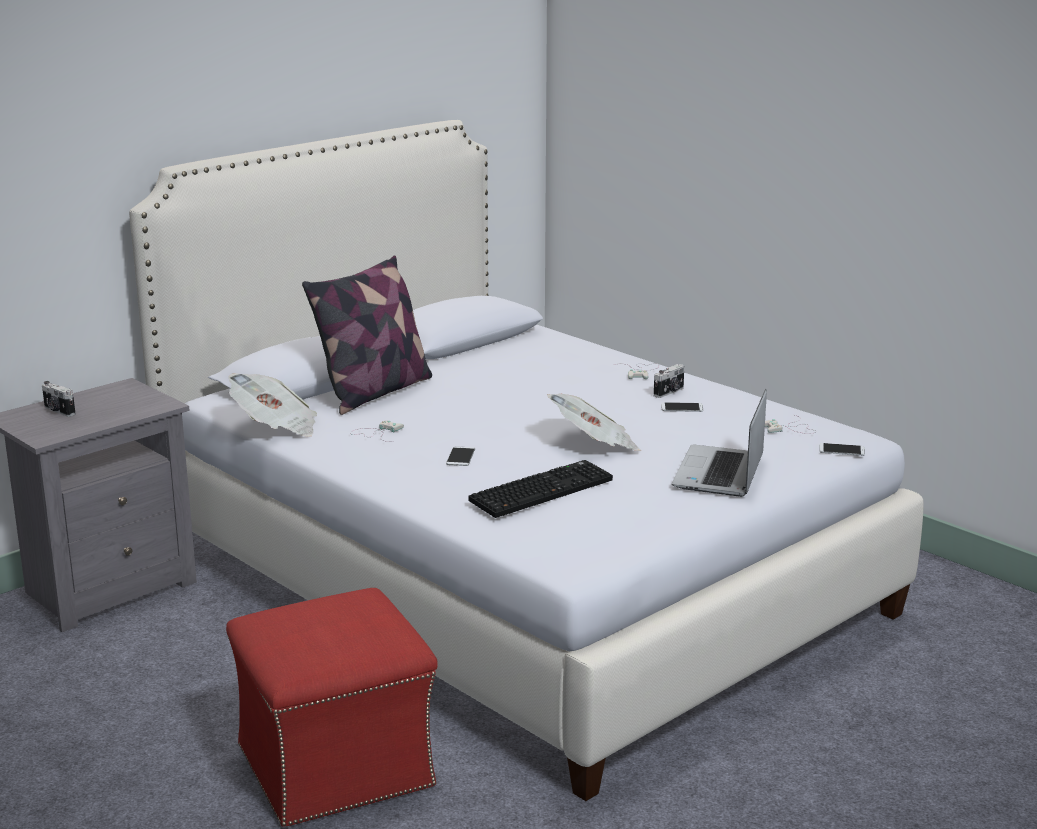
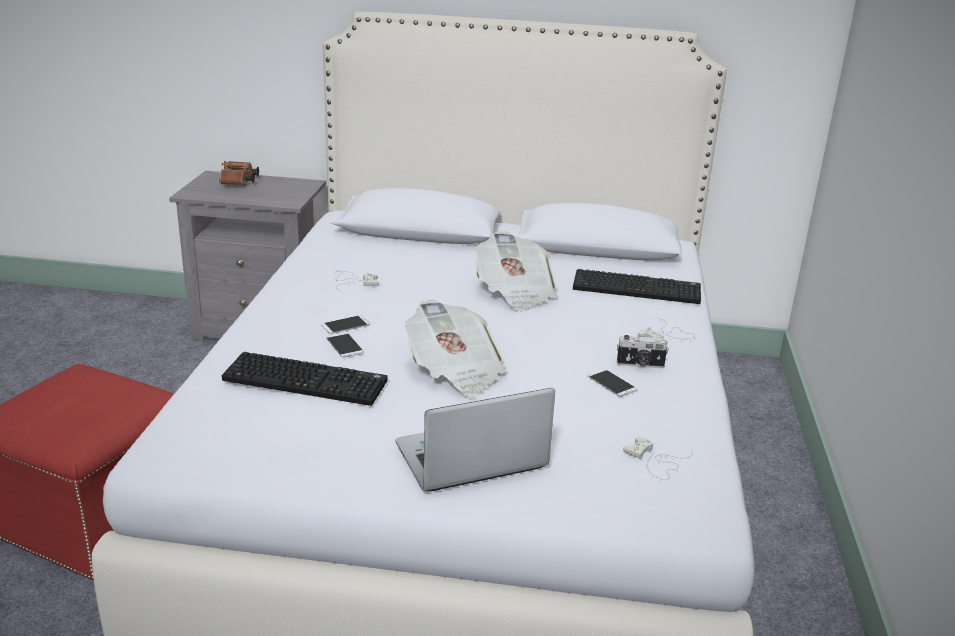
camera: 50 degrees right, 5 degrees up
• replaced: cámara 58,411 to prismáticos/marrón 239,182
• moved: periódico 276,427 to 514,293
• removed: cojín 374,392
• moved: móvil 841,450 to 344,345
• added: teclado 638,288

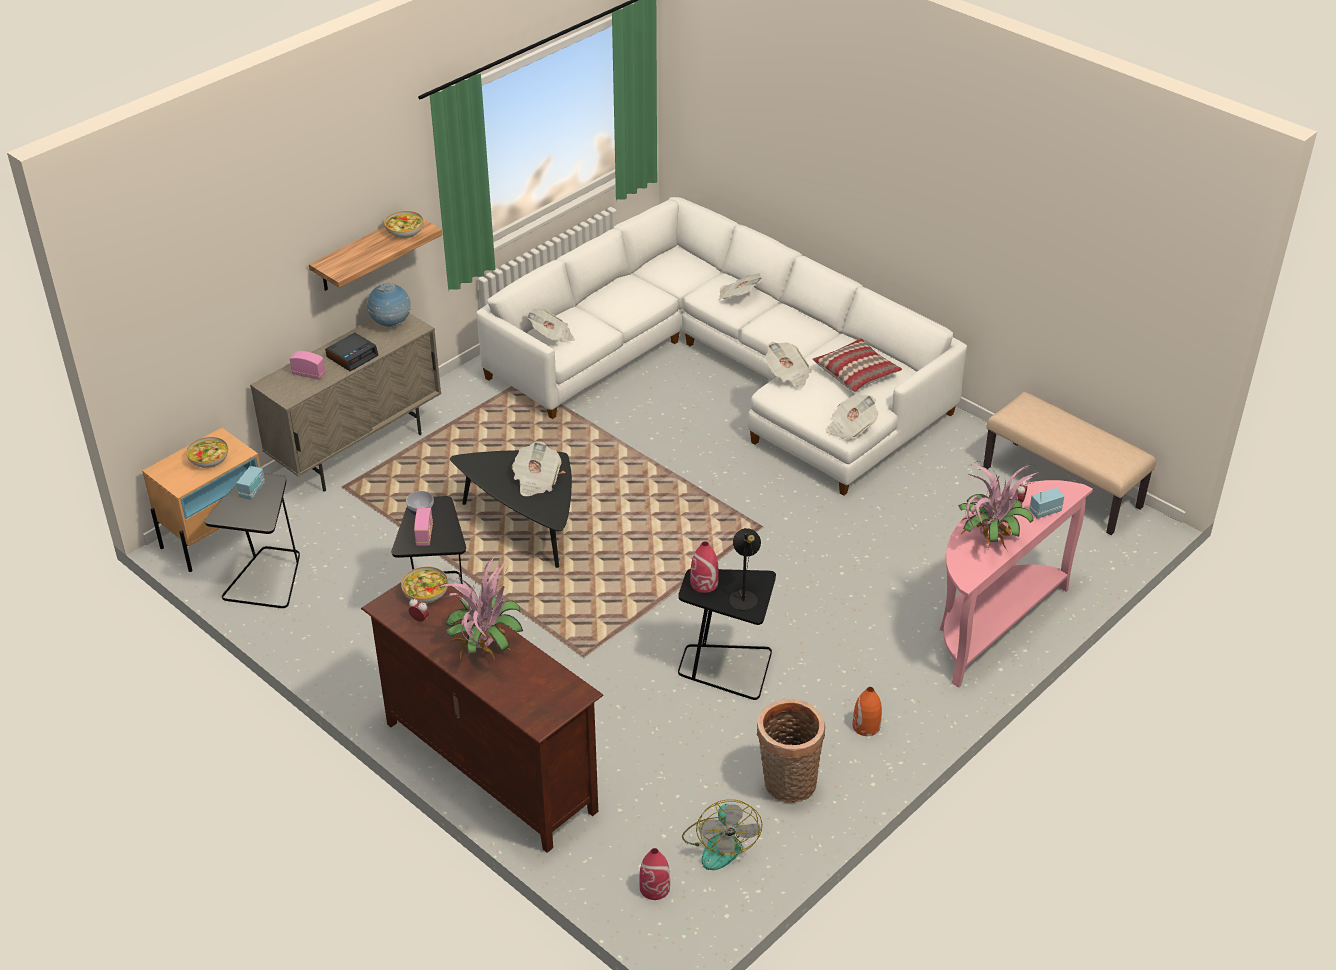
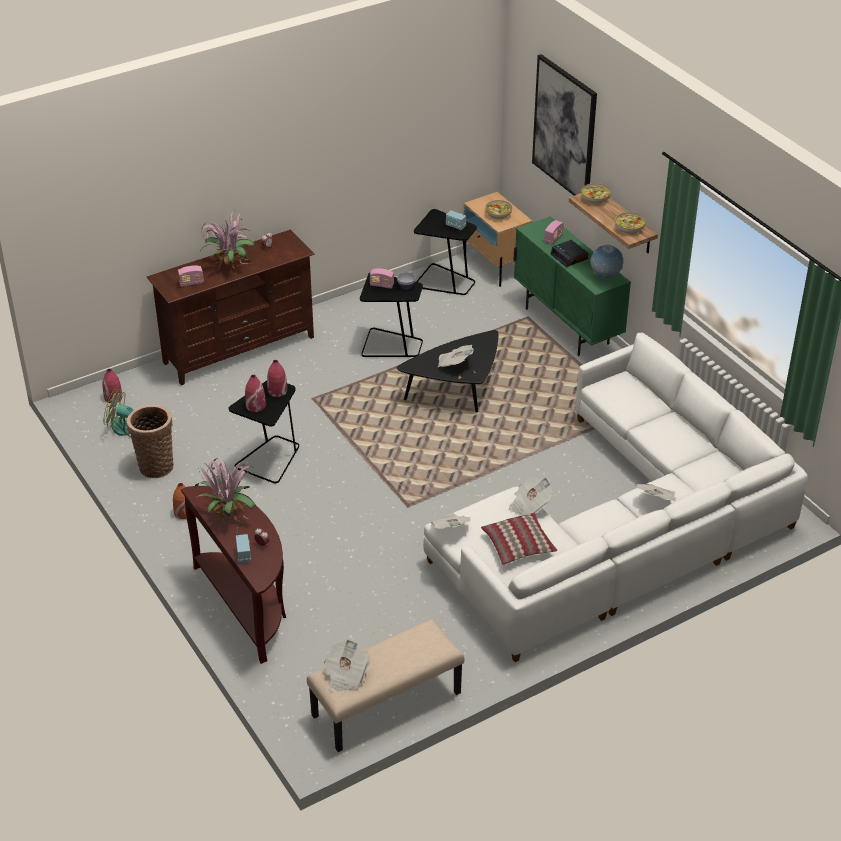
camera: 105 degrees right, 0 degrees up
• recoloured: armario/beis 358,451 to armario/verde 567,326
• moved: cuenco 425,593 to 595,198
• moved: periódico 551,336 to 345,675
• replaced: lámpara de mesa/negro 744,596 to florero/rojo 255,405
• recoloured: mesa consola/rosa 992,623 to mesa consola/marrón 246,606
• added: radio 191,283
• added: cuadro 565,128

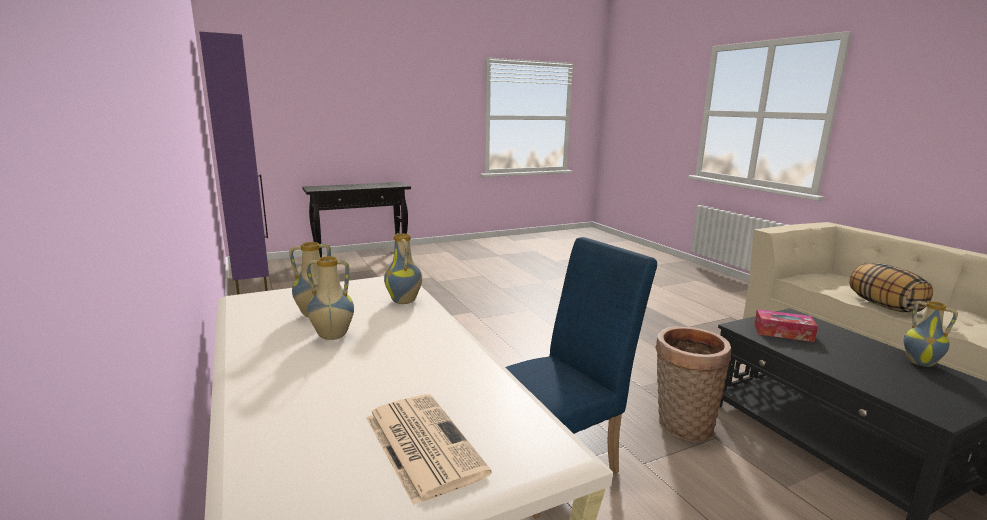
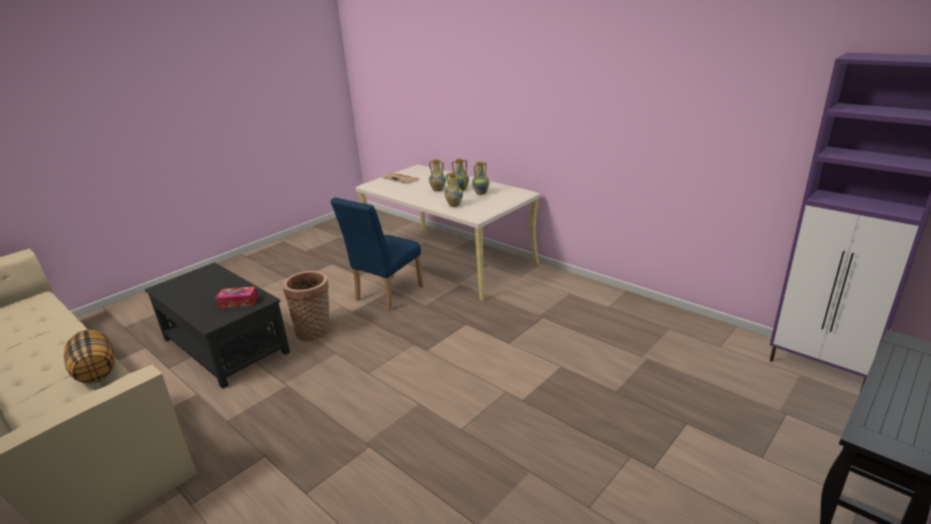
camera: 160 degrees right, 10 degrees up
• moved: florero 920,363 to 437,190

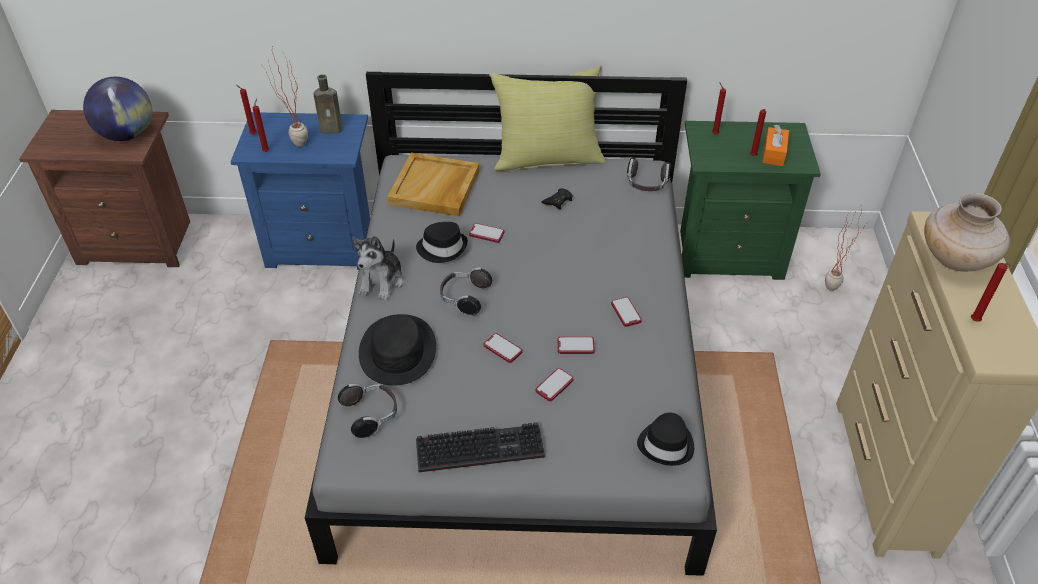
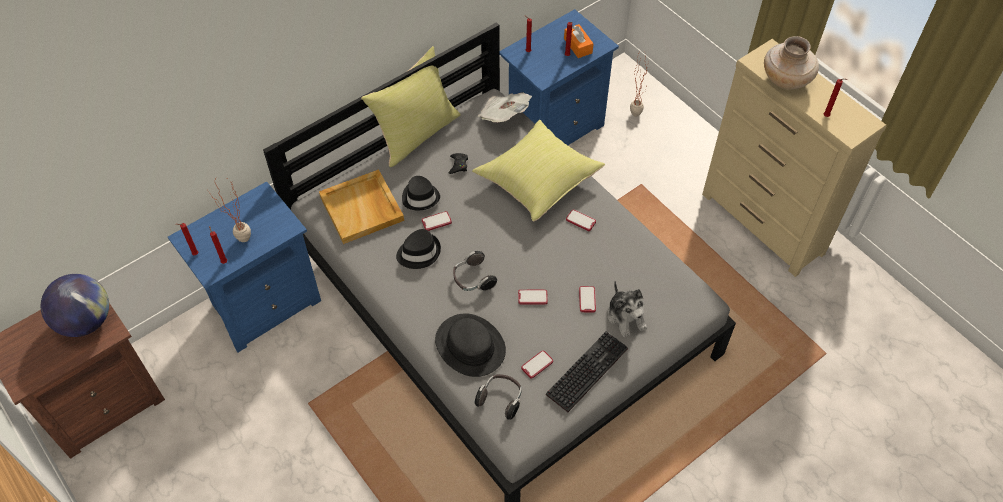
camera: 40 degrees left, 10 degrees up
• removed: botella/marrón 333,129
• moved: peluche 382,281 to 626,317
• moved: móvil 575,346 to 537,365
• replaced: auriculares 646,185 to periódico 504,116
• moved: sombrero/negro 667,444 to 420,197
• recoloured: mesita de noche/verde 728,254 to mesita de noche/azul 553,128
• added: cojín/amarillo 538,180

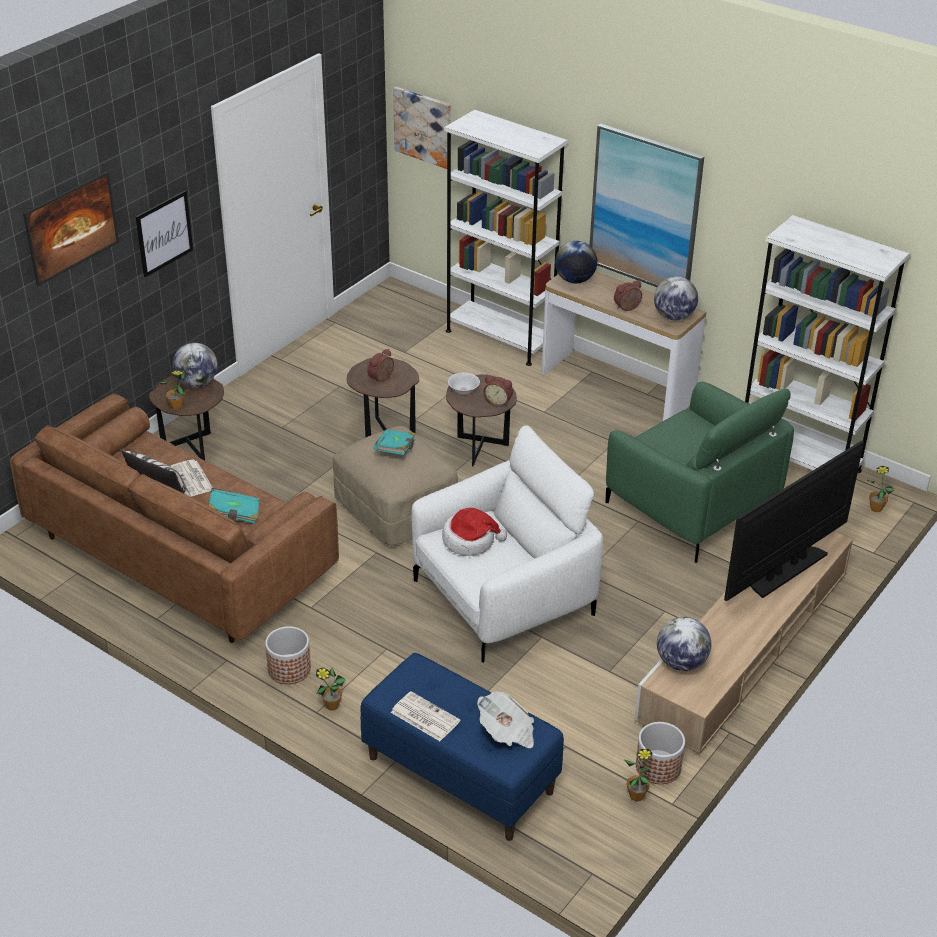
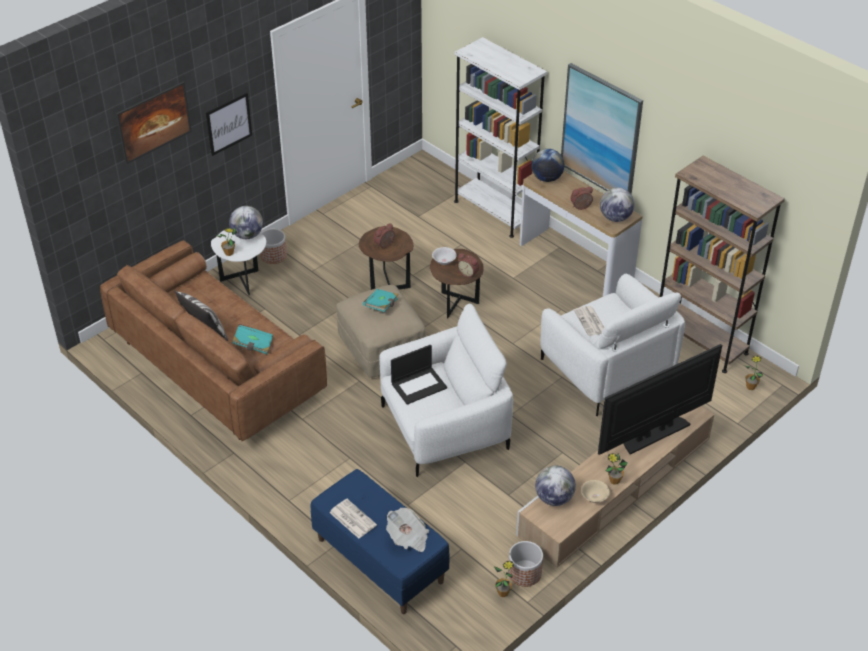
camera: 10 degrees right, 5 degrees up
• recoloured: mesa auxiliar/marrón 194,450 to mesa auxiliar/blanco 243,283
• moved: periódico 193,479 to 590,321
• moved: maceta 289,669 to 273,255
• moved: planta en maceta 332,706 to 614,481
• removed: cuadro 423,127
• replaced: sombrero 470,540 to portátil 419,385
• recoloured: sillón/verde 691,505 to sillón/blanco 606,368
• recoloured: estantería/blanco 798,461 to estantería/marrón 700,341
• added: cuenco/beis 594,497

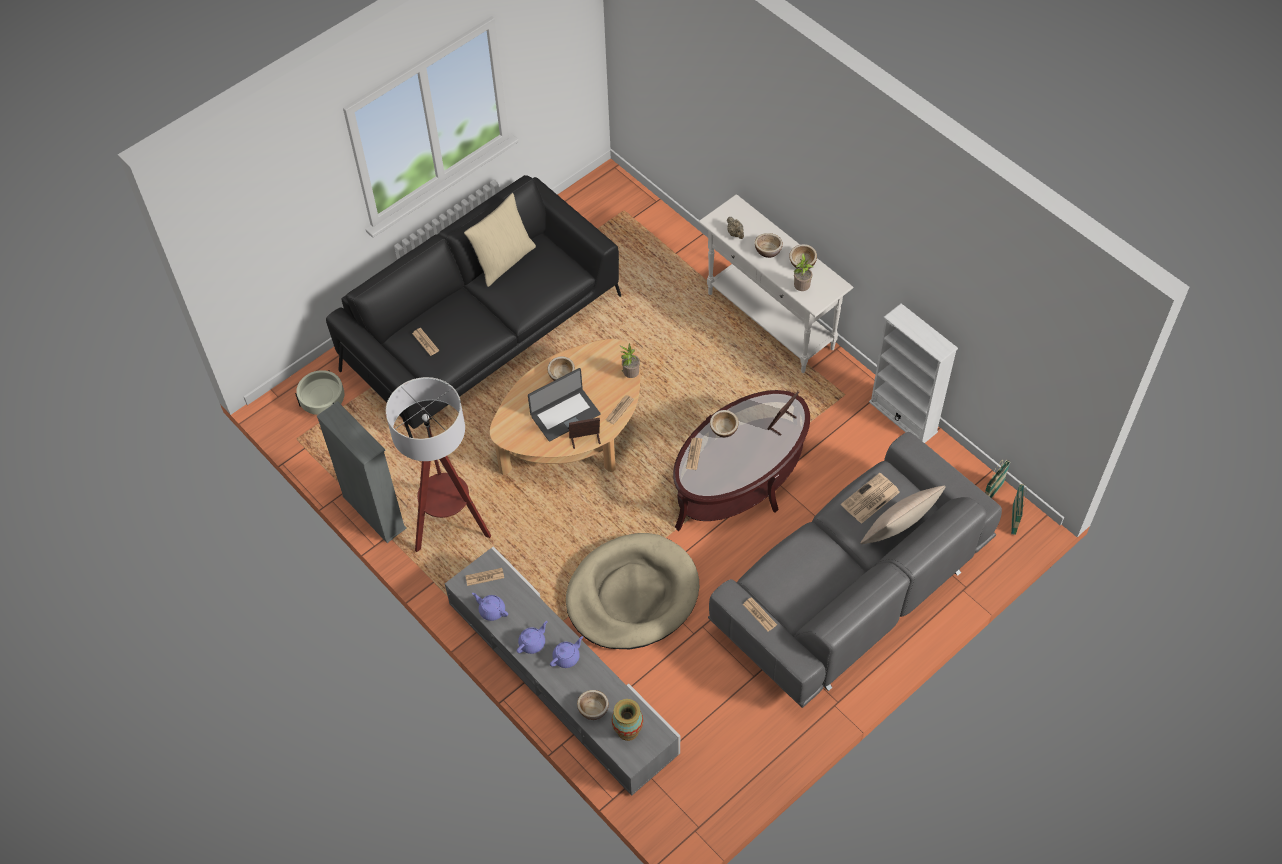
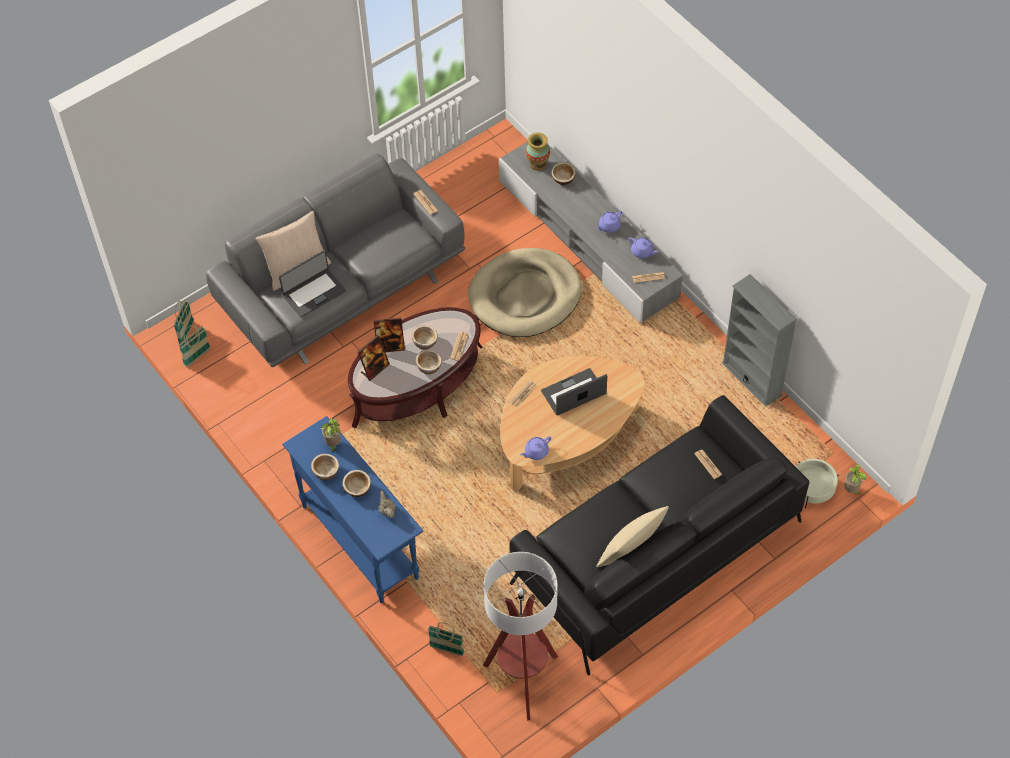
camera: 175 degrees left, 0 degrees up
• moved: lámpara de pie 450,526 to 522,679
• moved: cuenco 562,375 to 425,342
• moved: tetera/morado 567,657 to 536,452
• moved: portarretratos 585,440 to 390,346
• moved: planta en maceta 630,375 to 851,490
• recoloured: mesa consola/blanco 770,321 to mesa consola/azul 360,541
• replaced: periódico 870,499 to portátil 314,293
• removed: estantería/blanco 903,417
• added: cesta 447,649

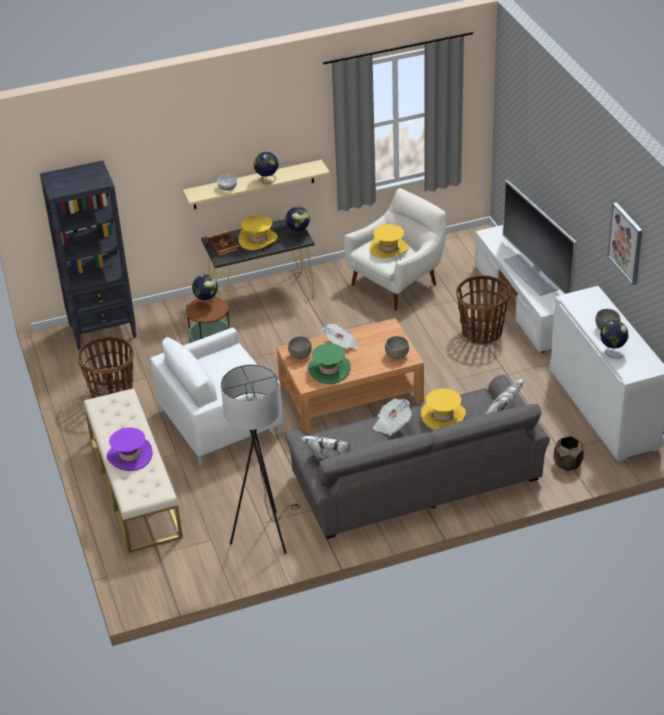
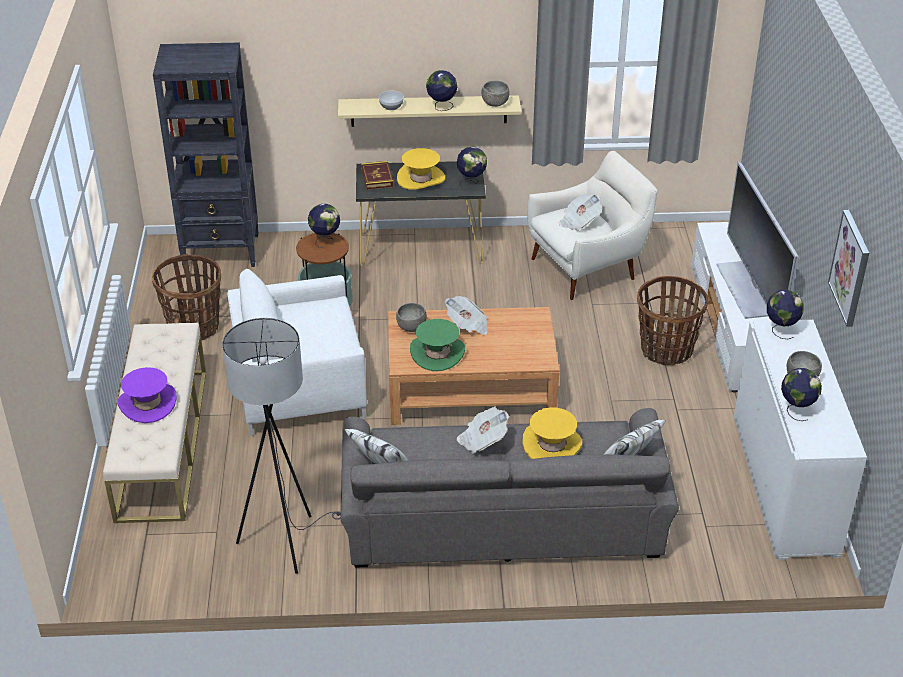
camera: 15 degrees right, 0 degrees up
• replaced: sombrero/amarillo 389,248 to periódico 579,221
• moved: cuenco/gris 396,355 to 494,104
• removed: maceta/marrón 567,464
• added: globo terráqueo 780,330

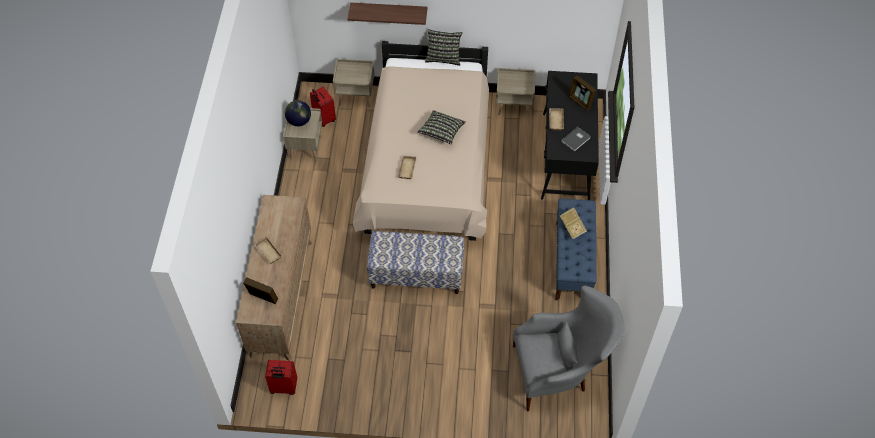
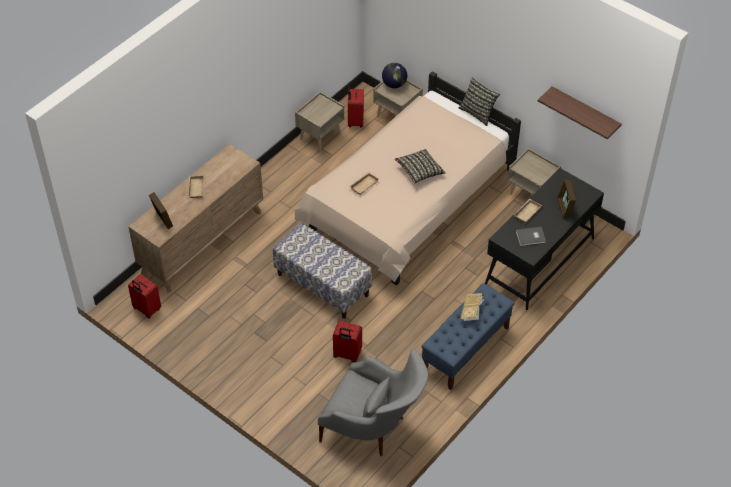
camera: 35 degrees right, 5 degrees down
• moved: globo terráqueo 299,121 to 394,84
• moved: estante 389,12 to 585,112
• added: maleta/rojo 347,354

